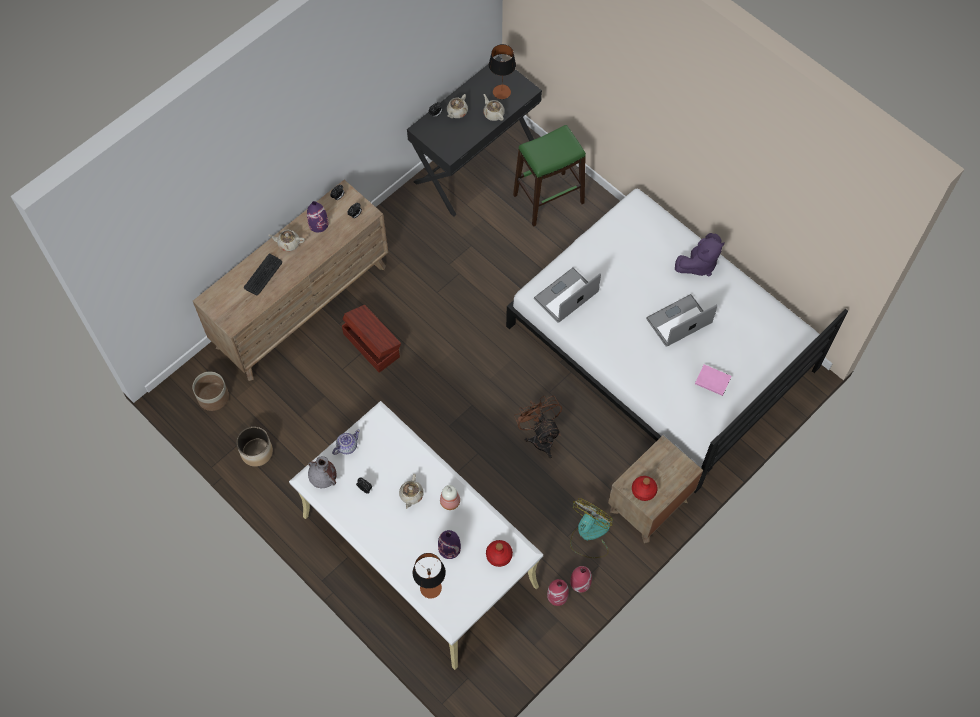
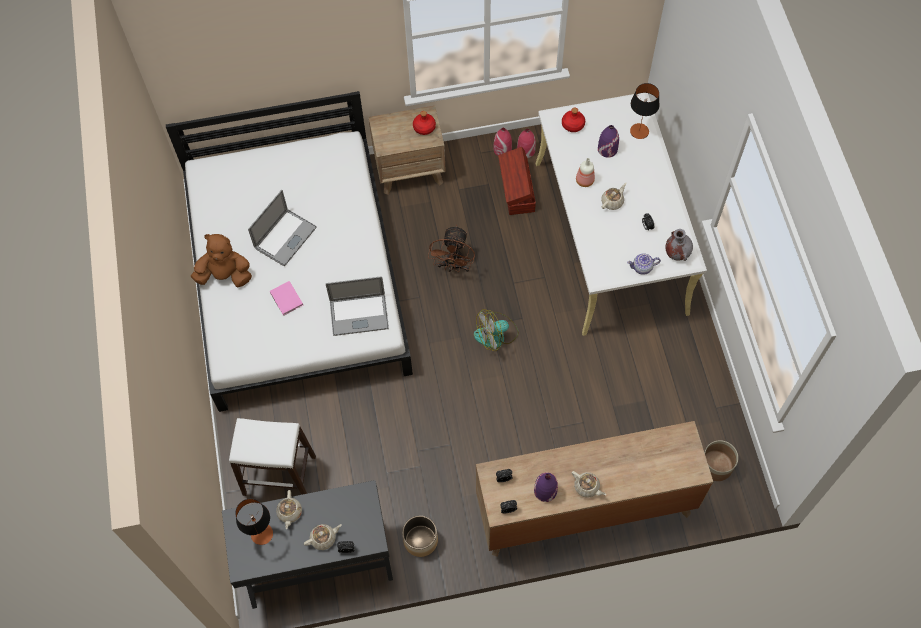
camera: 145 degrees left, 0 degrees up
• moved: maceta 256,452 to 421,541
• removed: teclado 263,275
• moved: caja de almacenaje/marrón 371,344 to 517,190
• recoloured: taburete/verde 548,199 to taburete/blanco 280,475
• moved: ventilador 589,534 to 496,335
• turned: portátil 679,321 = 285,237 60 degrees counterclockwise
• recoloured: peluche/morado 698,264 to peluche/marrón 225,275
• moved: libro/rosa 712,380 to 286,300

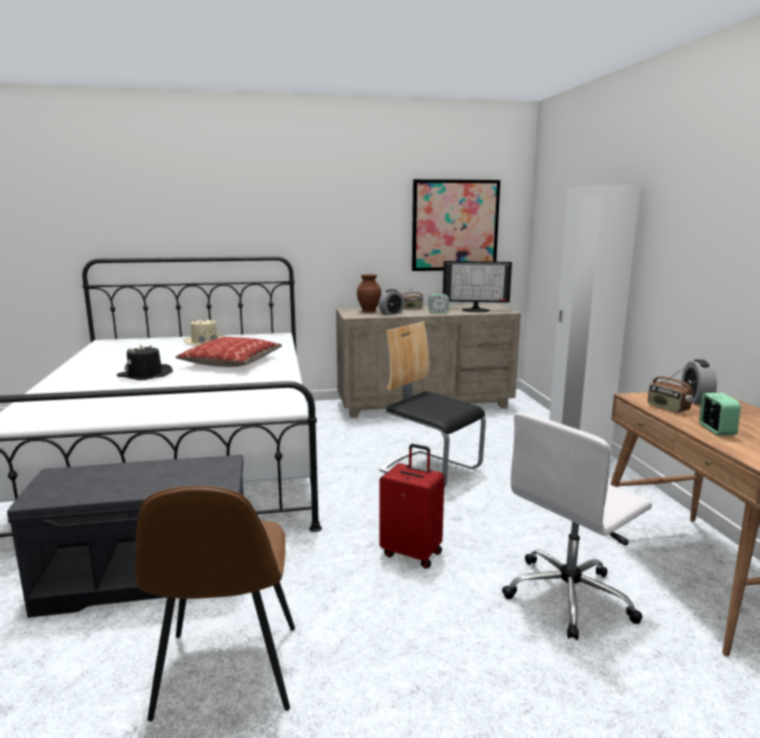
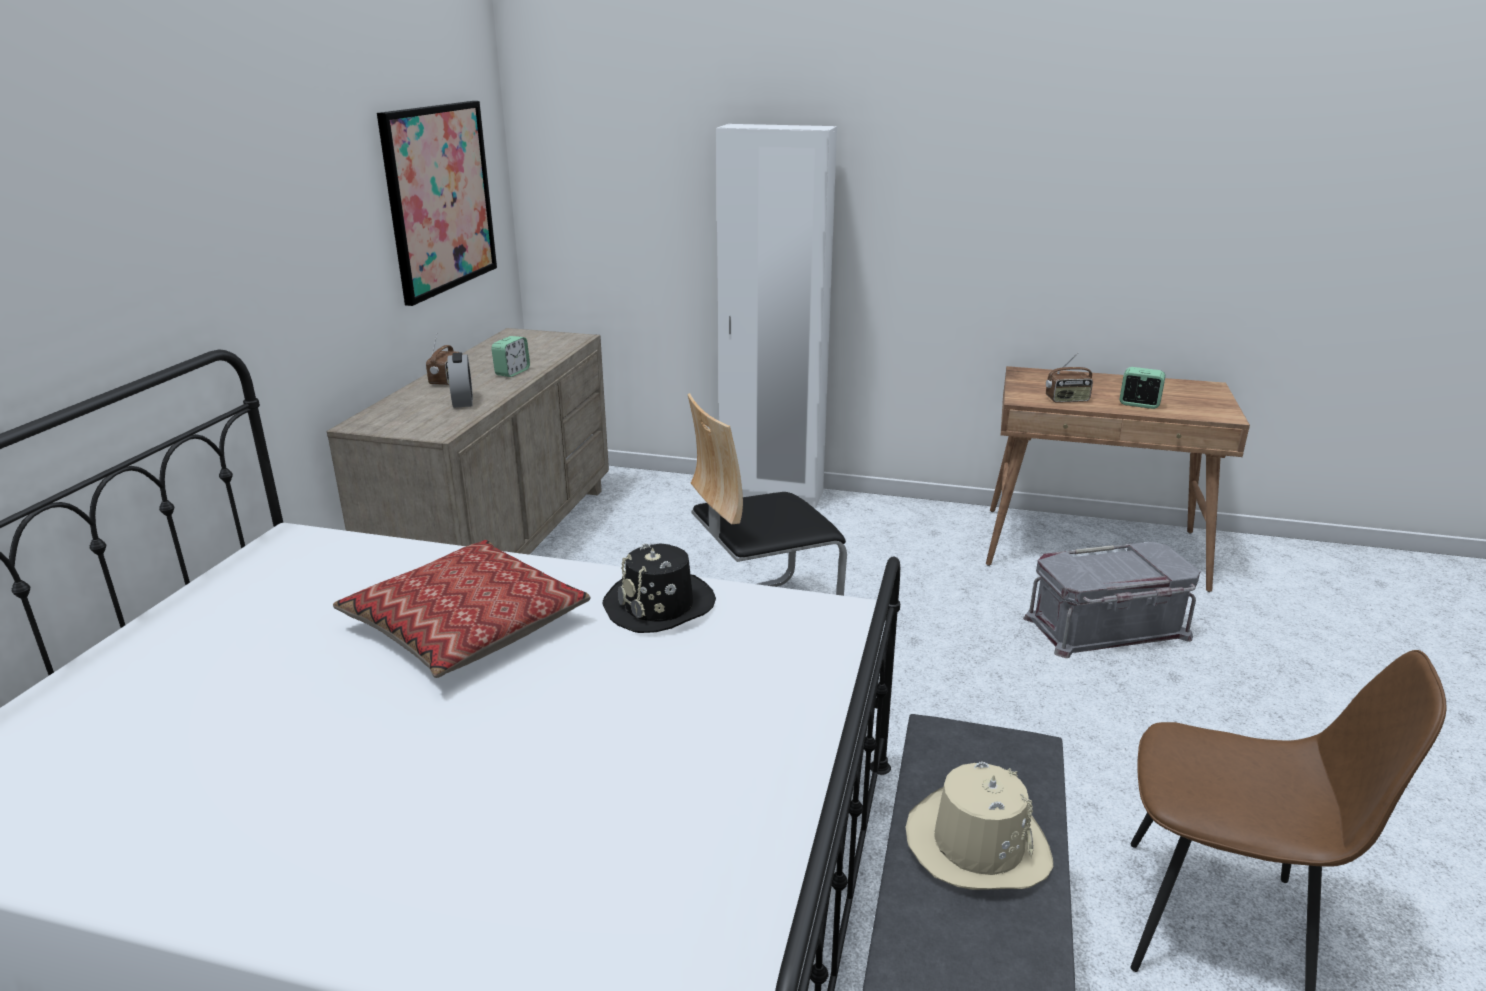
camera: 65 degrees left, 10 degrees up
• moved: sombrero/negro 145,375 to 660,605
• moved: sombrero/beis 205,342 to 977,843
• removed: florero/marrón 369,311
• removed: maleta/rojo 412,553
• removed: monitor 476,310
• replaced: silla de oficina/blanco 570,596 to caja de almacenaje/gris 1107,628
• removed: despertador 696,400

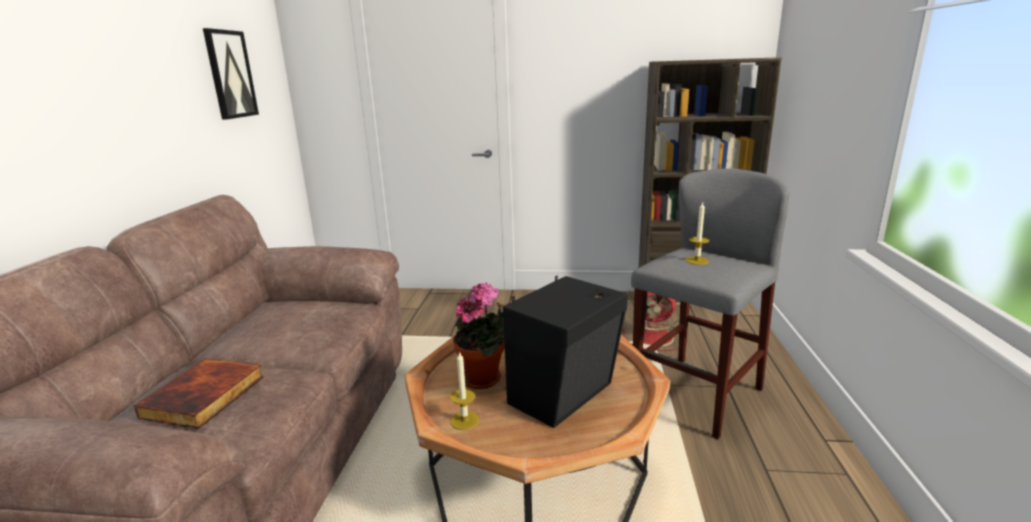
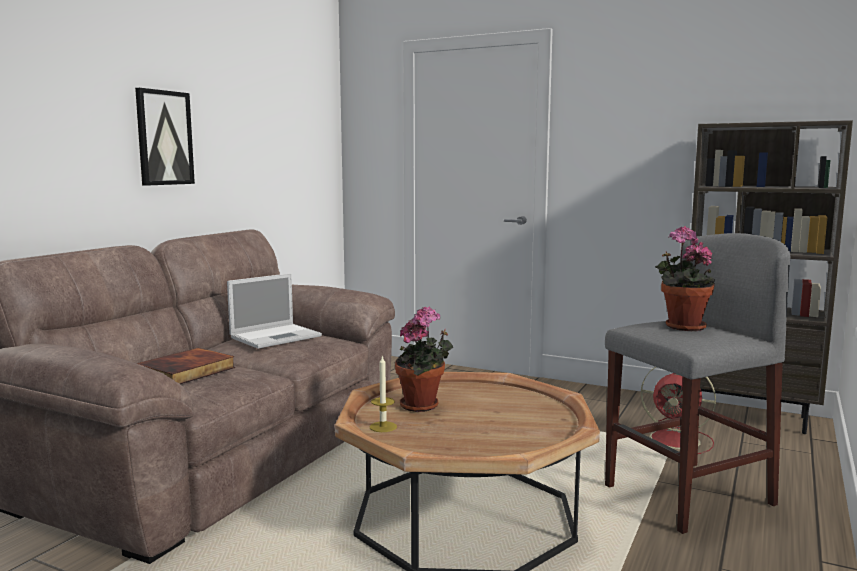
camera: 20 degrees right, 10 degrees down
• moved: cuadro 230,74 to 164,138
• removed: altavoz/negro 566,394
• replaced: vela 697,260 to planta en maceta 681,327
• added: portátil 277,336

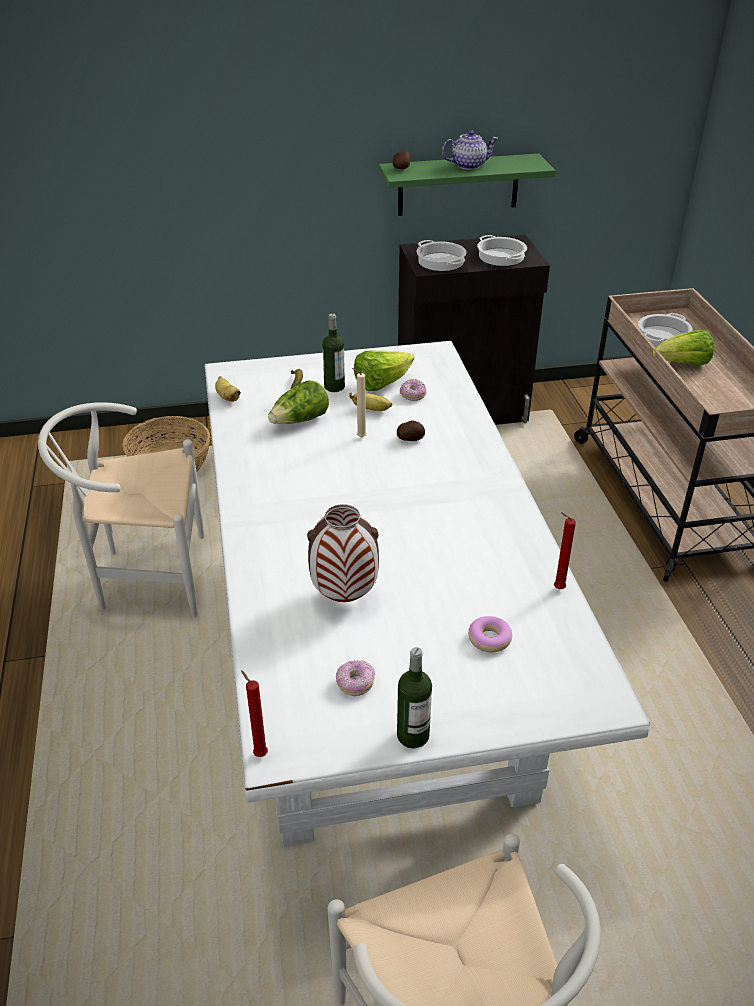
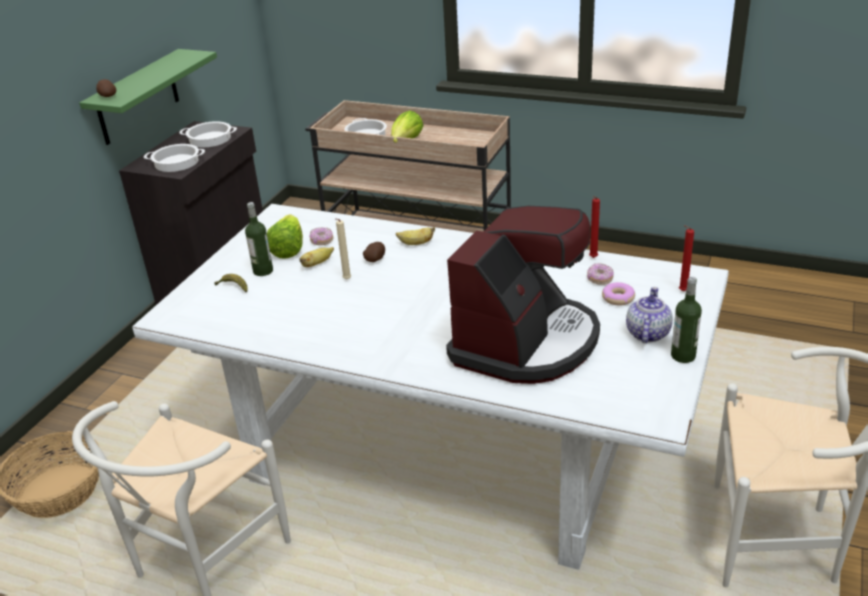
camera: 55 degrees left, 5 degrees down
• moved: plátano 227,397 to 415,244
• moved: vela/rojo 259,753 to 681,291
• removed: lechuga 300,421
• replaced: florero 345,596 to cafetera 526,342
• moved: rosquilla 355,683 to 599,279
• moved: tetera 468,165 to 647,333

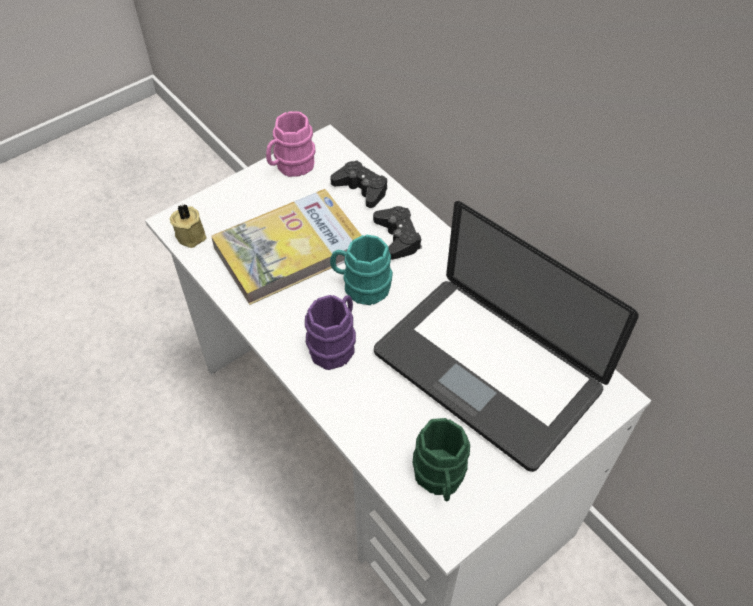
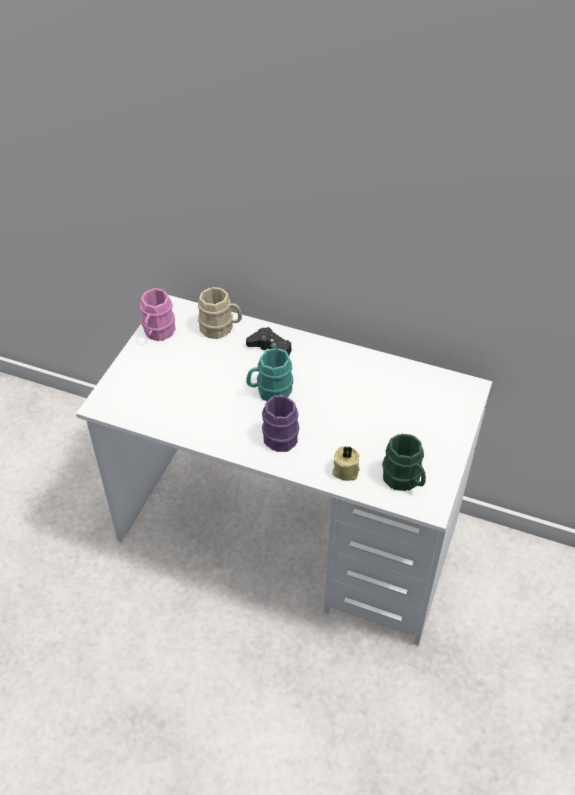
camera: 30 degrees left, 5 degrees down
• moved: vela/beis 191,235 to 345,470
• removed: libro 289,250
• replaced: mando de consola/negro 361,189 to taza grande/beis 221,328
• removed: portátil 486,371

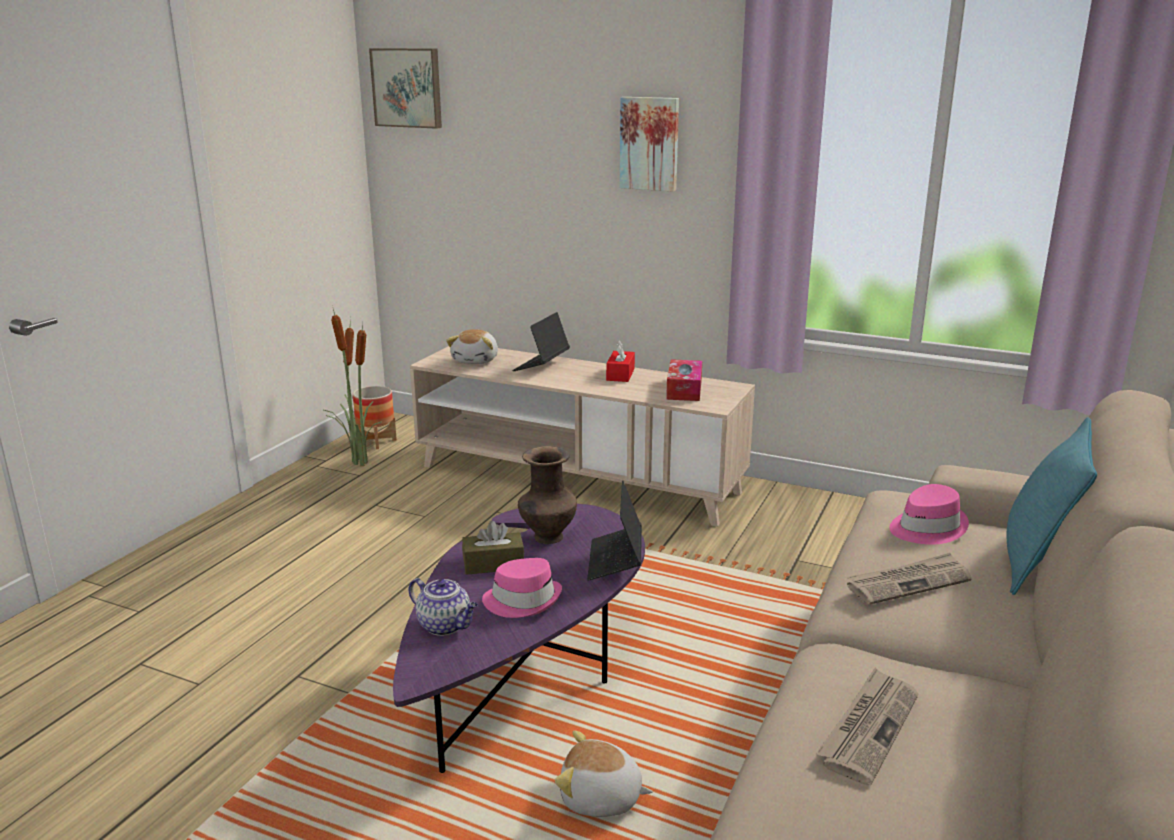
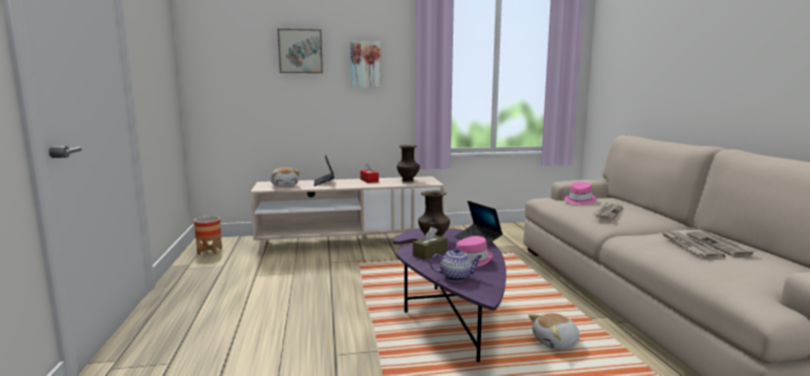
camera: 35 degrees left, 10 degrees down
• removed: planta en maceta 358,462
• moved: cuadro 408,88 to 300,51
• replaced: caja de pañuelos 684,389 to florero/marrón 408,181
• removed: cojín/turquesa 1036,563
• added: periódico 719,245

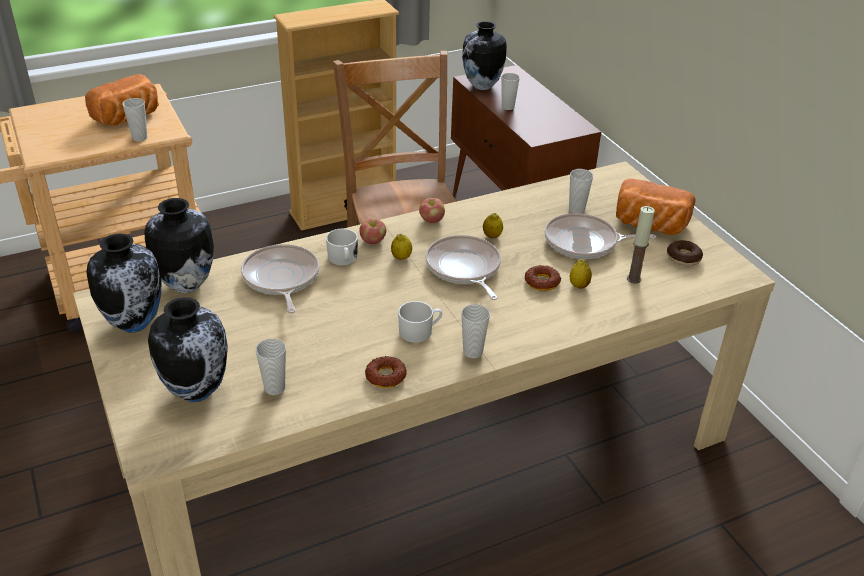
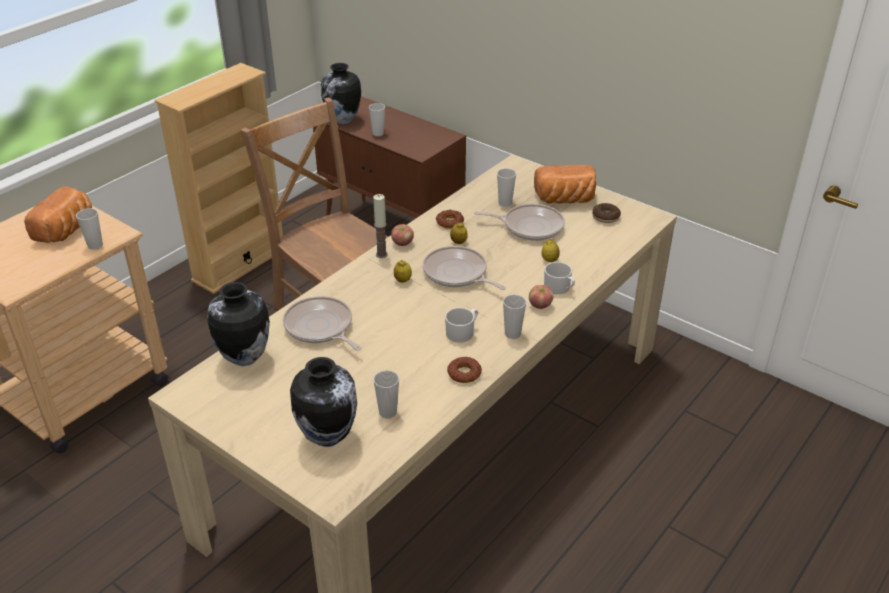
camera: 25 degrees left, 0 degrees up
• removed: florero 135,323
• moved: taza grande/blanco 343,259 to 559,288
• moved: manzana 373,241 to 540,305
• moved: rosquilla 542,282 to 450,222
• turned: sartén 584,243 = 530,226 150 degrees counterclockwise
• moved: vela 633,279 to 381,254

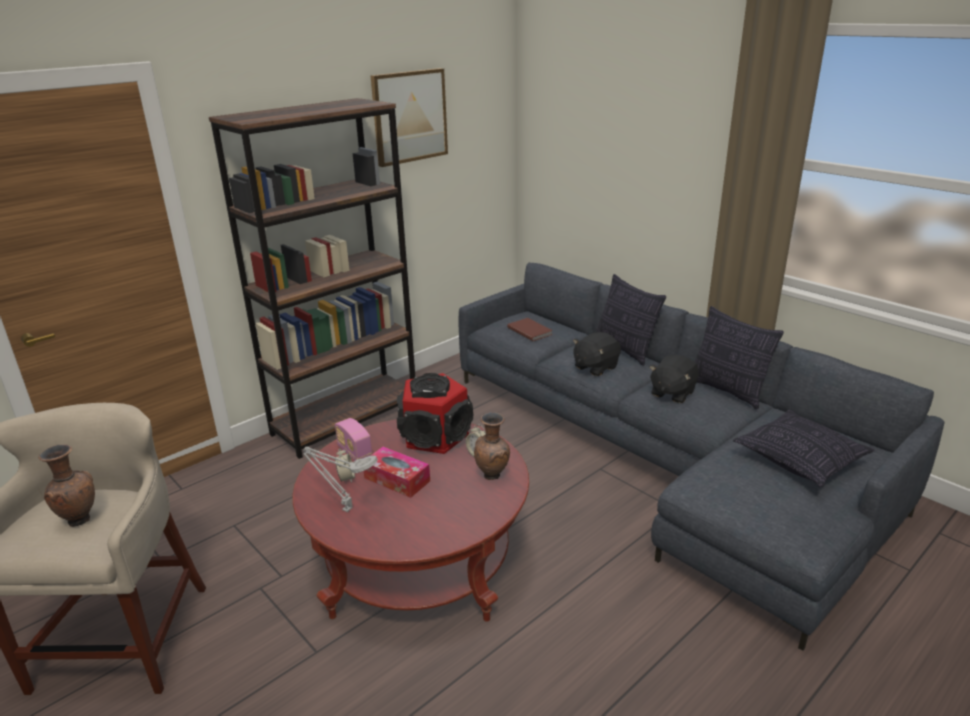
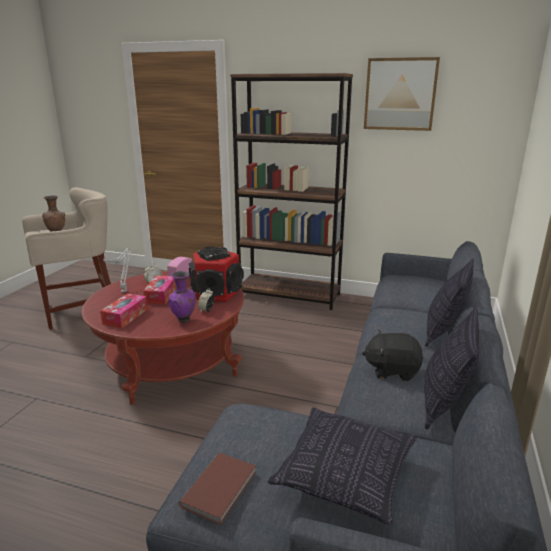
camera: 60 degrees right, 5 degrees down
• recoloured: florero/marrón 493,476 to florero/morado 184,320
• moved: libro/marrón 530,331 to 221,488
• removed: peluche/negro 595,367
• added: caja de pañuelos 125,316

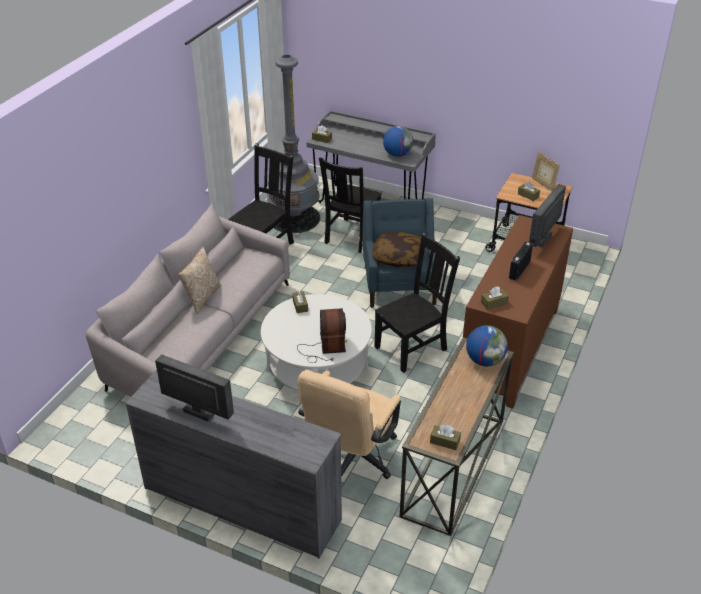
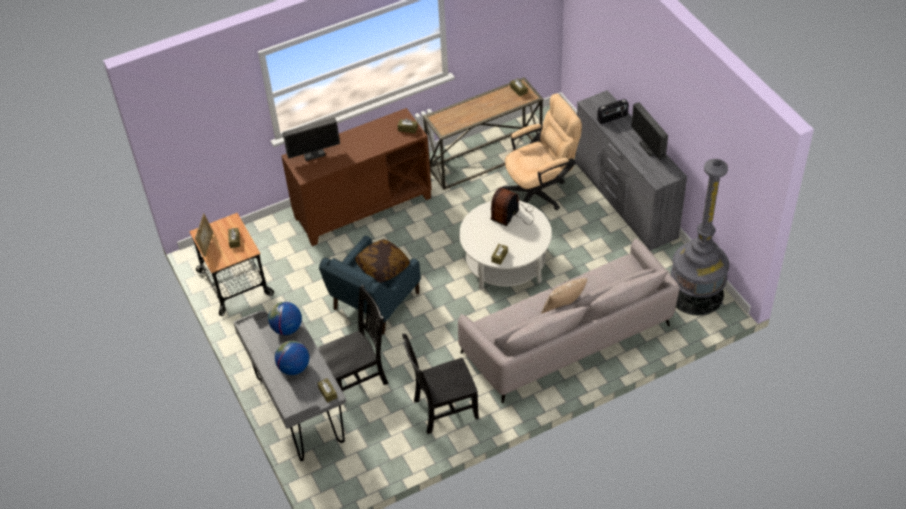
camera: 140 degrees left, 10 degrees up
• moved: lámpara de pie/gris 294,218 to 695,293
• removed: silla/negro 413,347
• moved: globo terráqueo 485,360 to 294,368
• moved: radio 519,270 to 612,118

